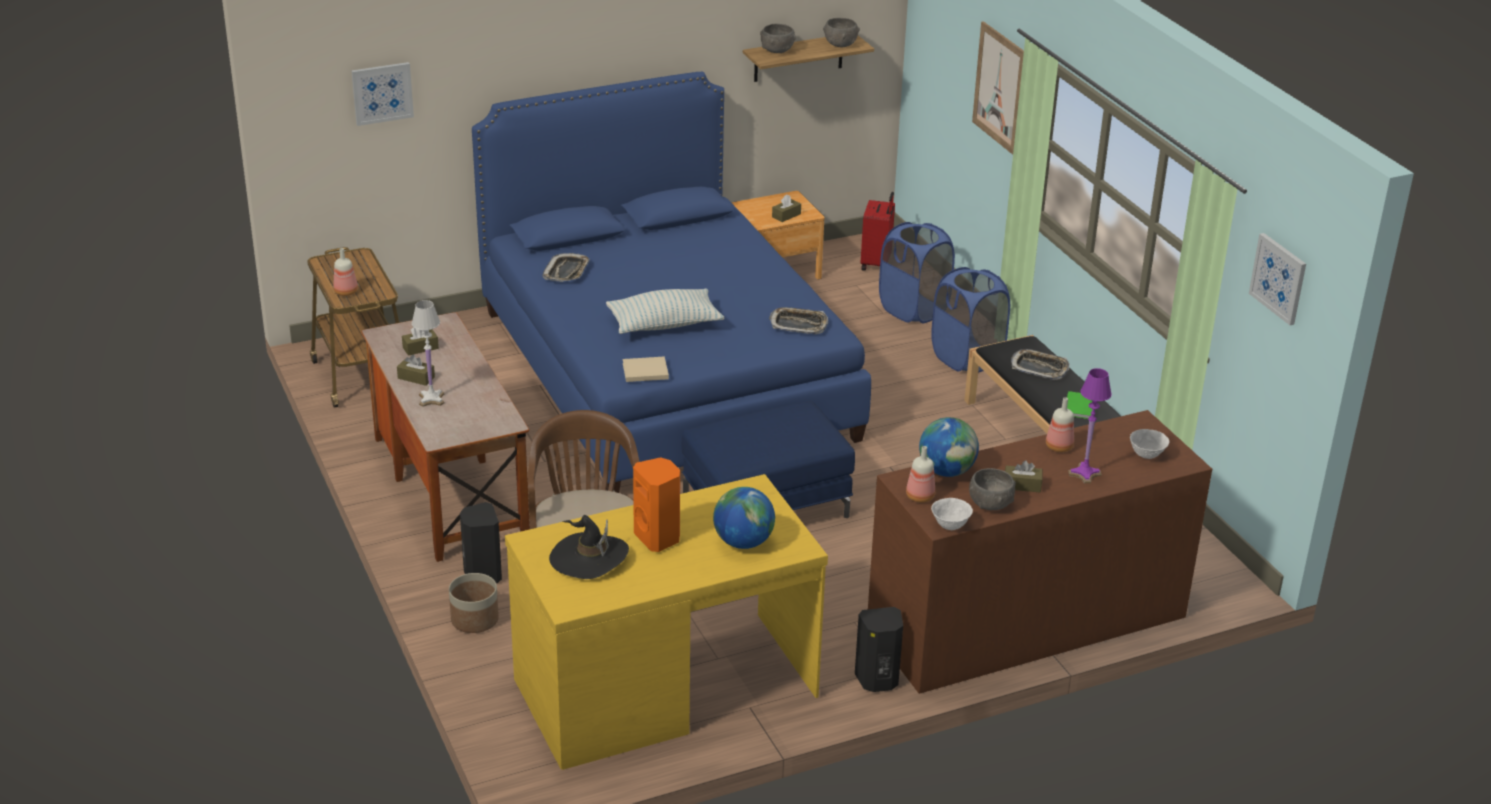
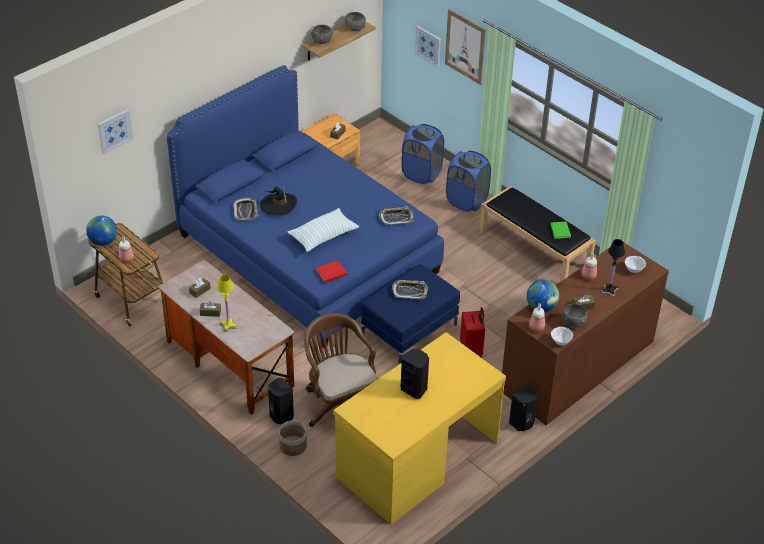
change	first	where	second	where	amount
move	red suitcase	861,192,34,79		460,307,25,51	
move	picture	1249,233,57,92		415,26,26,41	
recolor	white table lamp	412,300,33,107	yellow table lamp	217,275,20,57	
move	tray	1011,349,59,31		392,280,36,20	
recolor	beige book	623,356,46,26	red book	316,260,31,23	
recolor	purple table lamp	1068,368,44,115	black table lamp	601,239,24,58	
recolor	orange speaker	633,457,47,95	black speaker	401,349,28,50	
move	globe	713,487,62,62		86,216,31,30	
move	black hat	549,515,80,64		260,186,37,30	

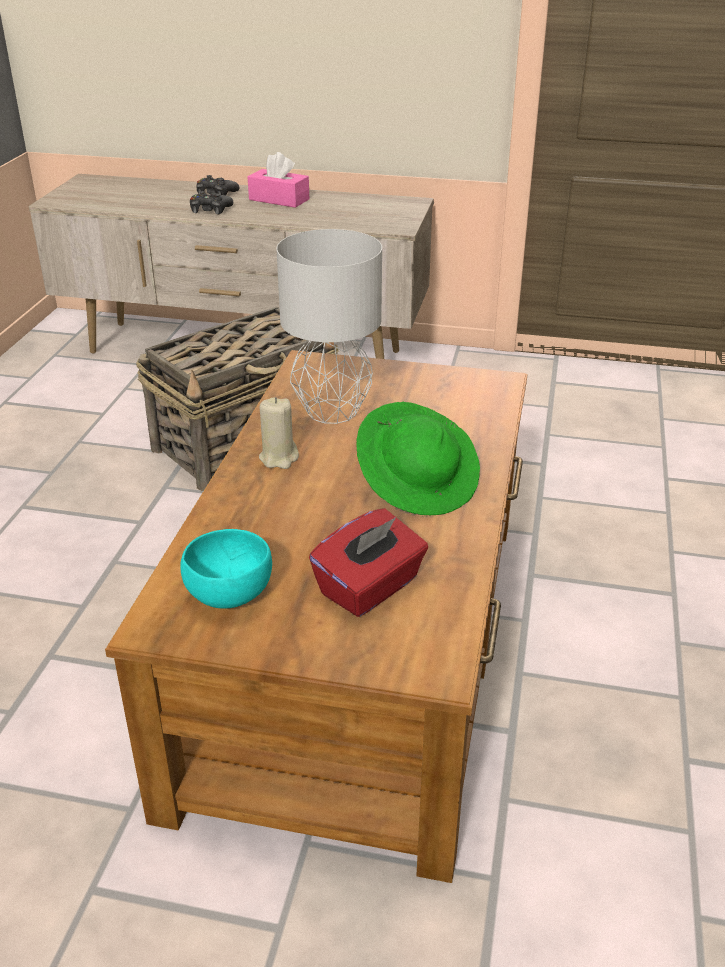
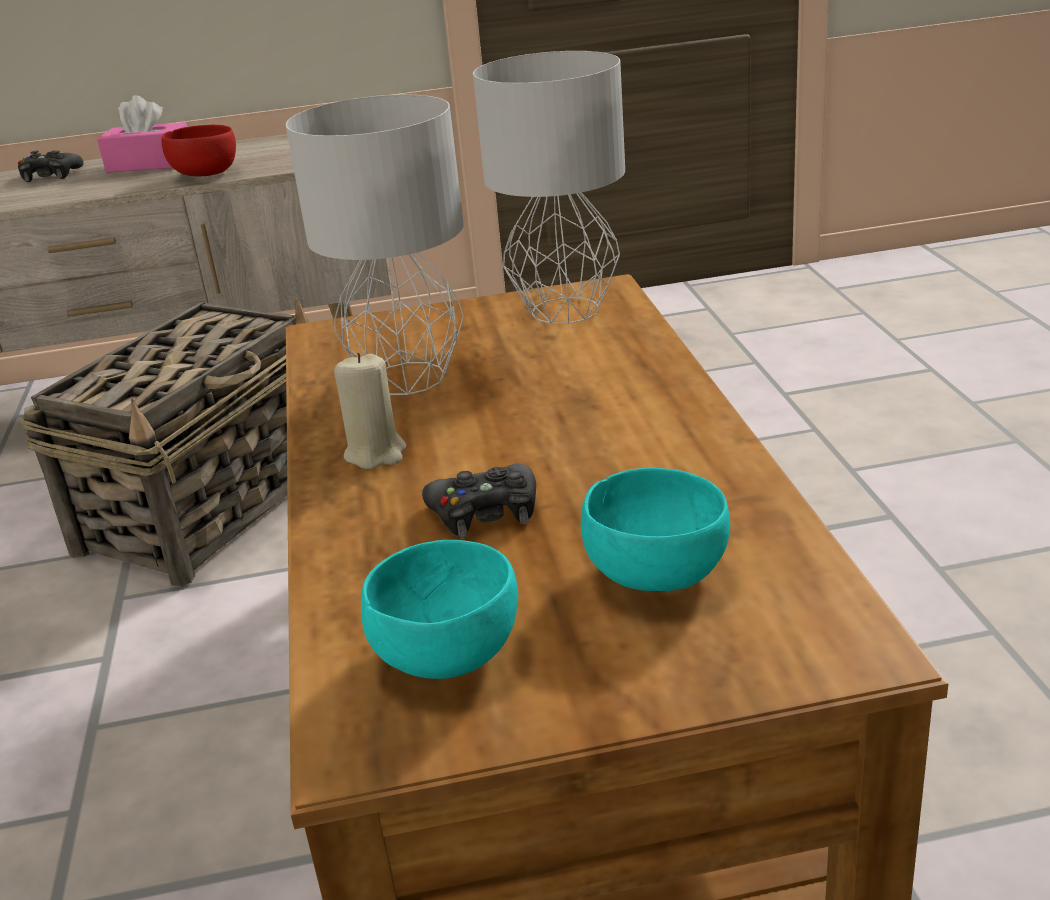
change	first	where	second	where	amount
move	black game controller	190,191,43,23		422,464,114,73	
delete	green hat	357,402,123,113			
replace	red tissue box	309,508,119,109	turquoise bowl	581,468,149,123	
insert			grey table lamp	473,51,152,273	
insert			red bowl	162,125,74,51	

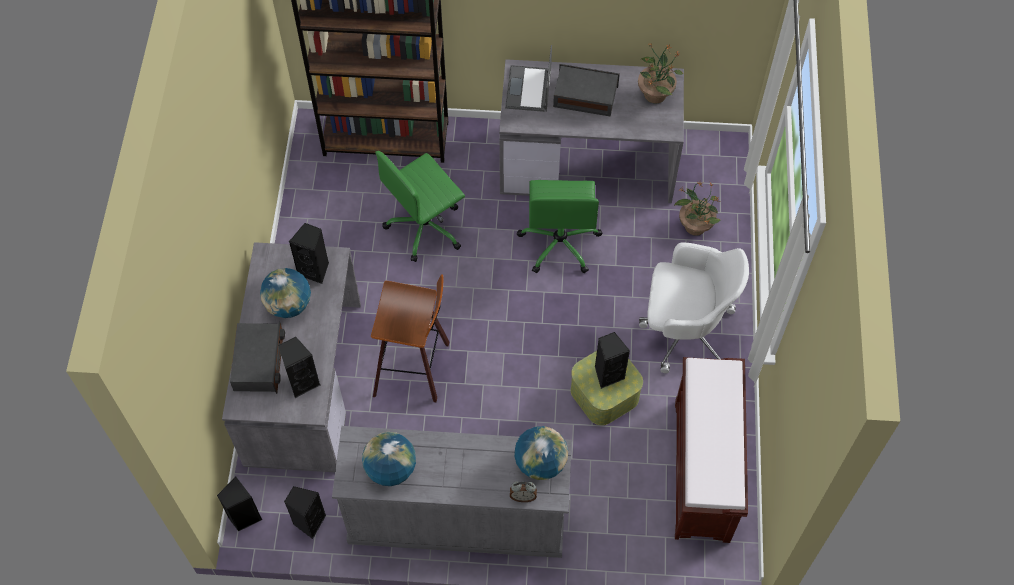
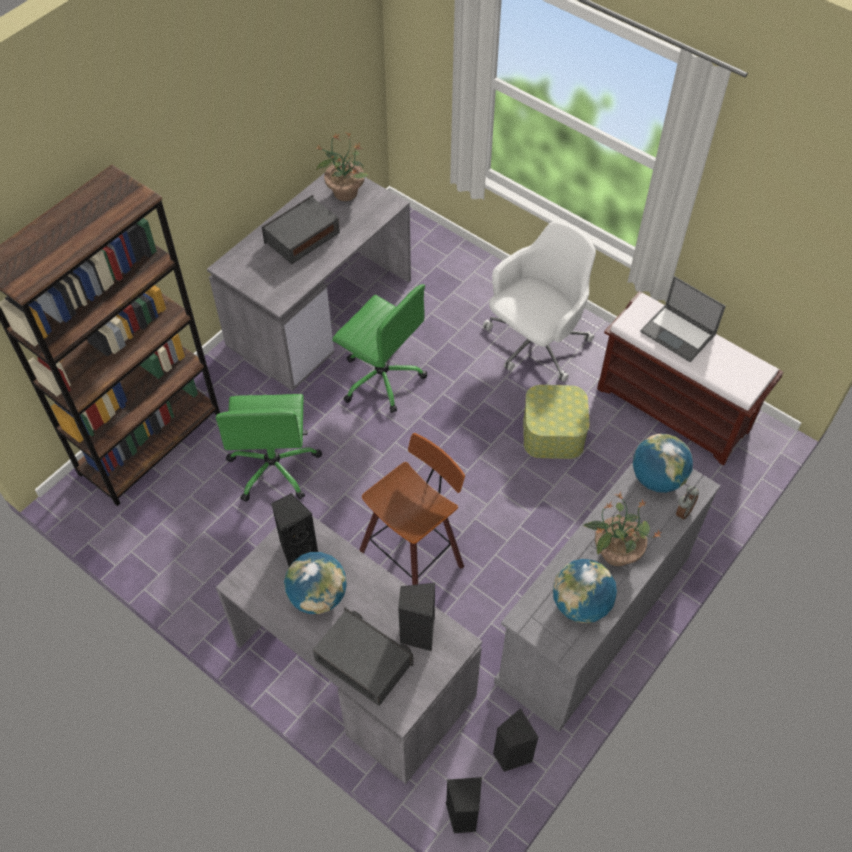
change	first	where	second	where	amount
move	laptop	505,45,47,67		640,276,86,86	
move	potted plant	674,182,46,54		583,491,79,75	
delete	black speaker	595,332,35,57			

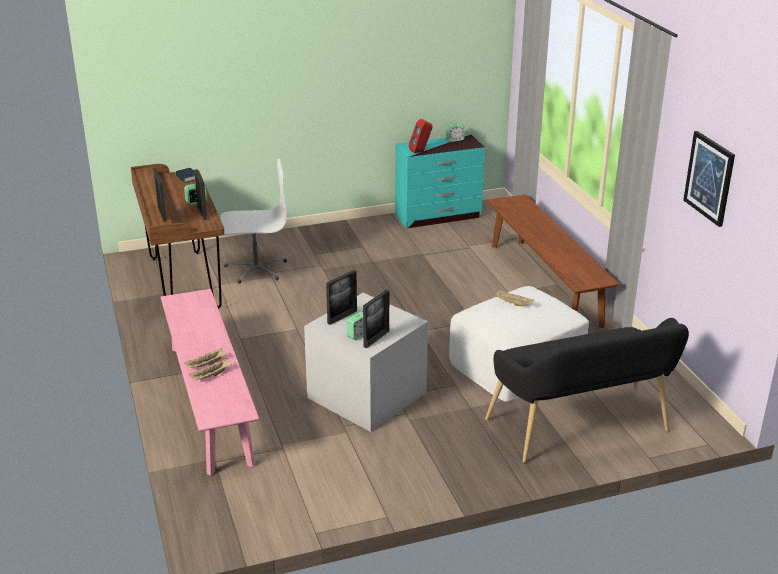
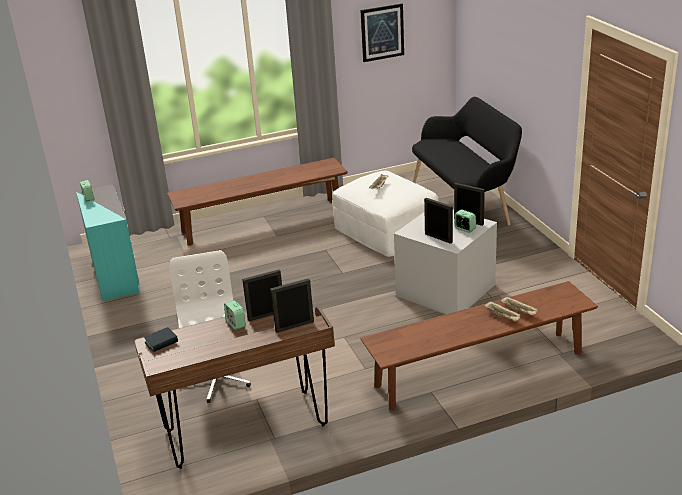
change	first	where	second	where	amount
delete	red speaker	409,119,24,34			
recolor	pink bench	161,289,98,187	brown bench	360,281,238,130	

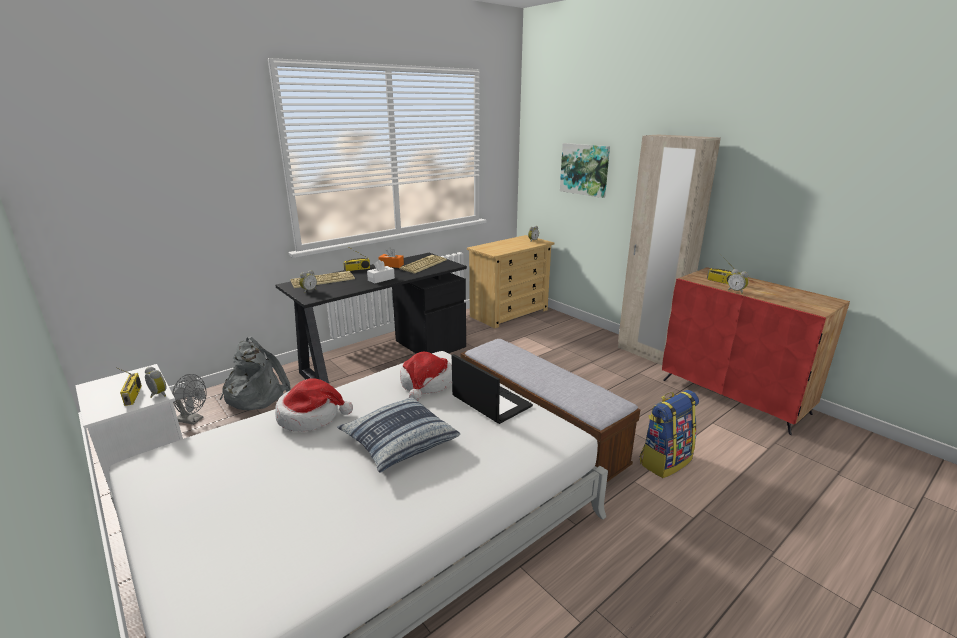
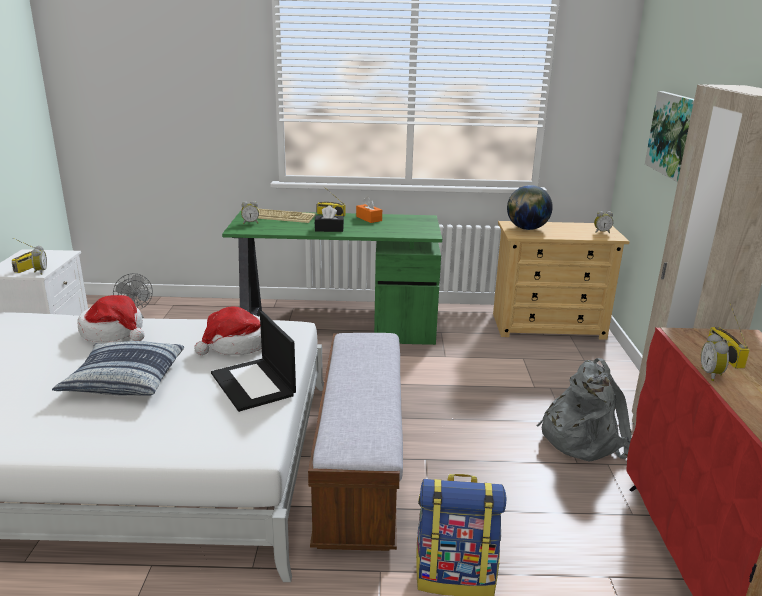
change	first	where	second	where	amount
recolor	black desk	275,253,192,131	green desk	222,211,220,134	
delete	keyboard	399,255,48,19			
recolor	white tissue box	367,260,28,24	black tissue box	315,206,29,26	
move	grey backpack	220,337,71,73		536,358,96,103	
rotate	laptop	452,354,81,70		211,311,85,101	150 degrees clockwise
insert			globe	507,185,46,45	

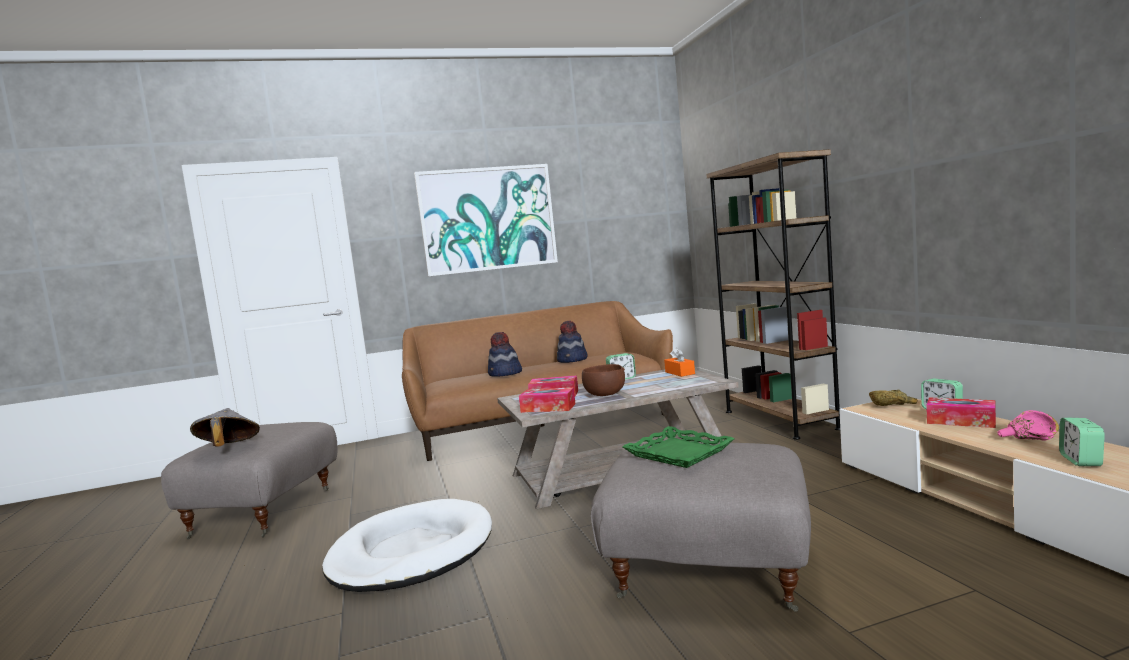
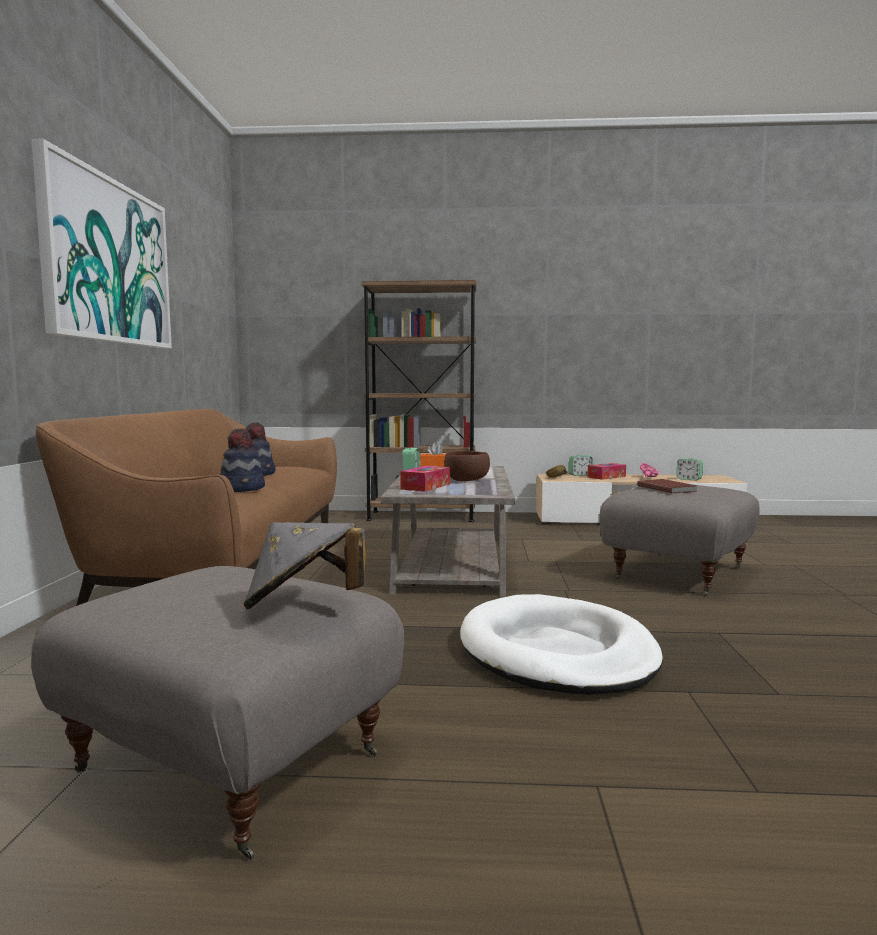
change	first	where	second	where	amount
delete	tissue box	519,387,56,26			
replace	green tray	622,426,113,42	brown book	637,479,61,14	

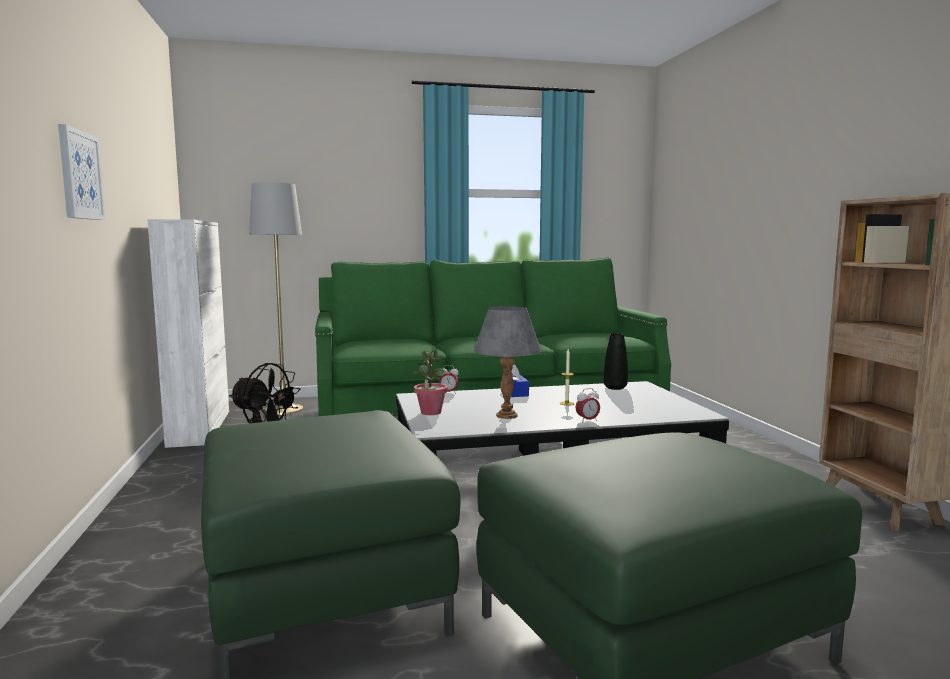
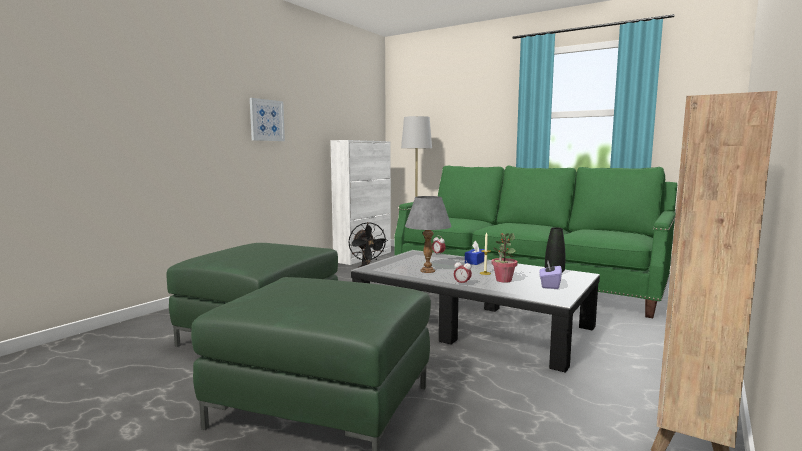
change	first	where	second	where	amount
move	potted plant	414,349,34,66		492,233,26,50	
insert			purple tissue box	539,261,23,28	

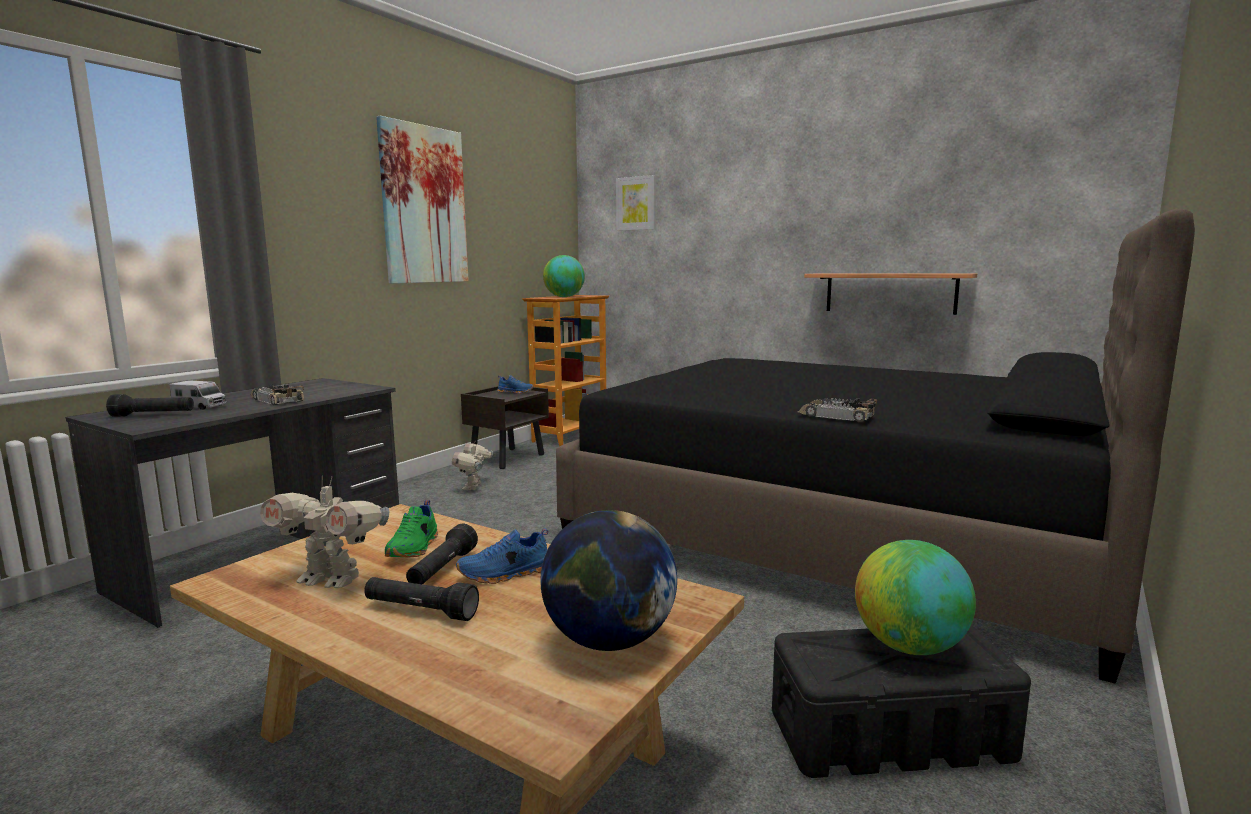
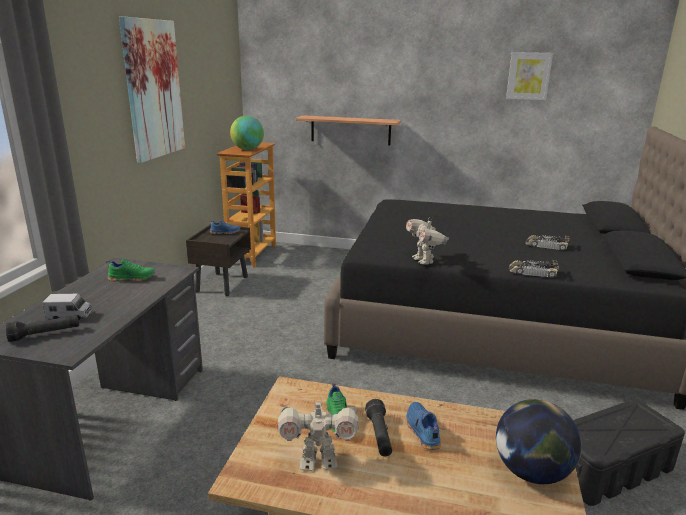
change	first	where	second	where	amount
move	picture	616,175,40,56		506,52,47,48	
move	shelf	804,273,173,42		296,115,105,31	
move	toy car	250,384,54,21		525,235,45,16	
move	toy robot	452,440,41,51		406,216,43,48	
rotate	blue shoe	456,528,92,56		406,402,35,48	120 degrees clockwise
delete	globe	855,540,121,115			
delete	black flashlight	364,577,115,44			
insert			green shoe	106,259,49,22	

